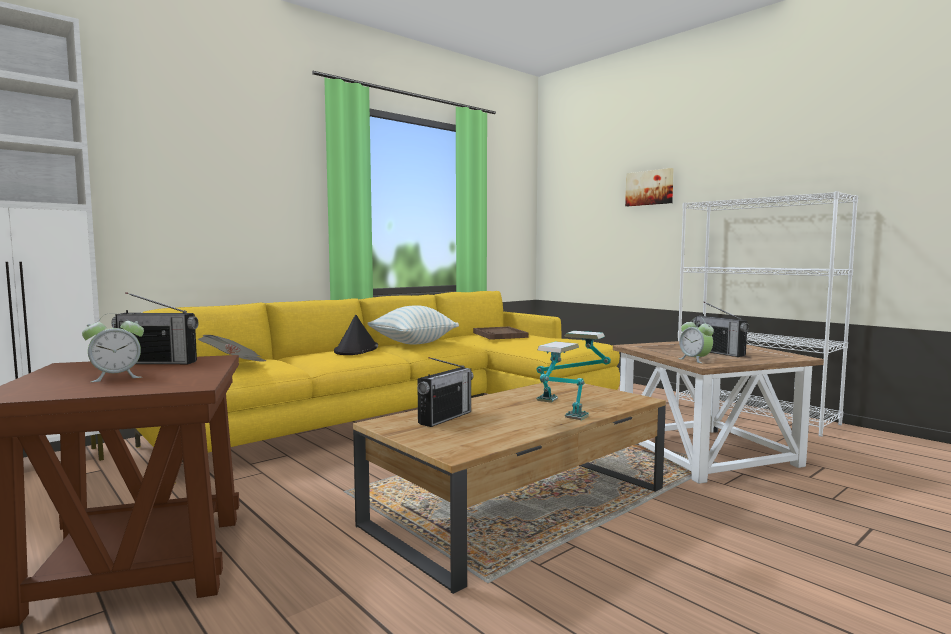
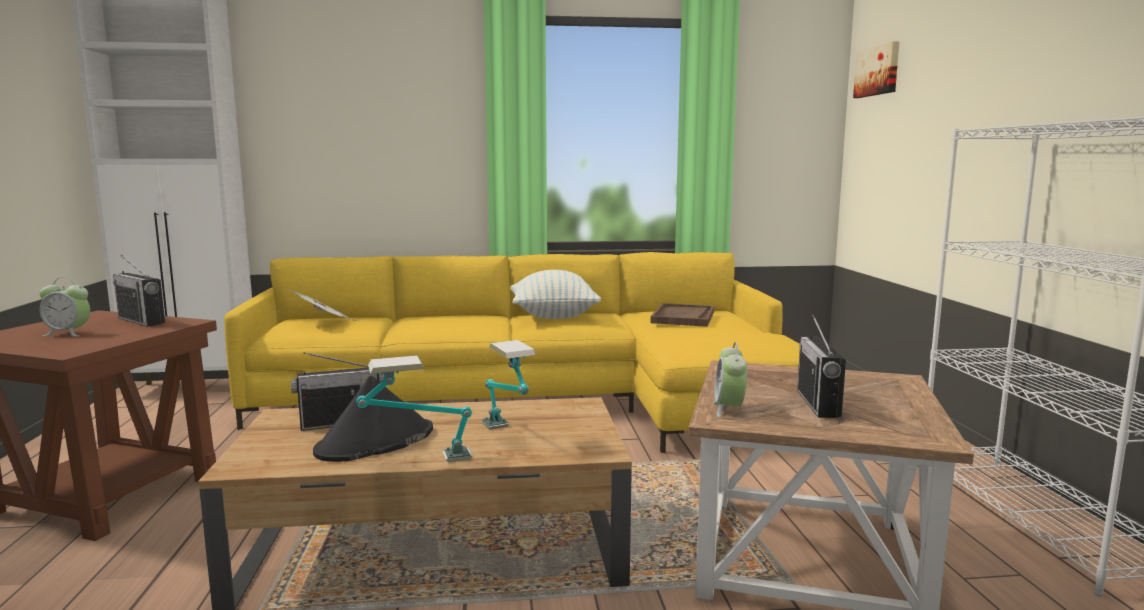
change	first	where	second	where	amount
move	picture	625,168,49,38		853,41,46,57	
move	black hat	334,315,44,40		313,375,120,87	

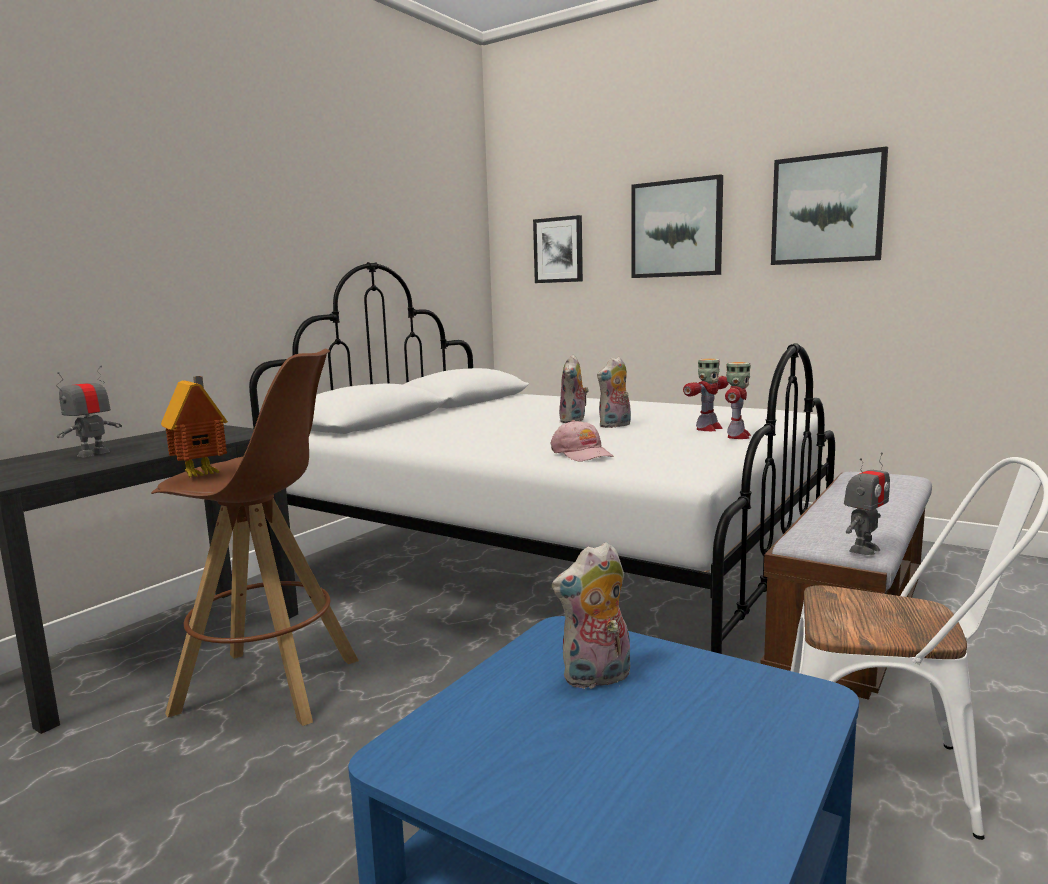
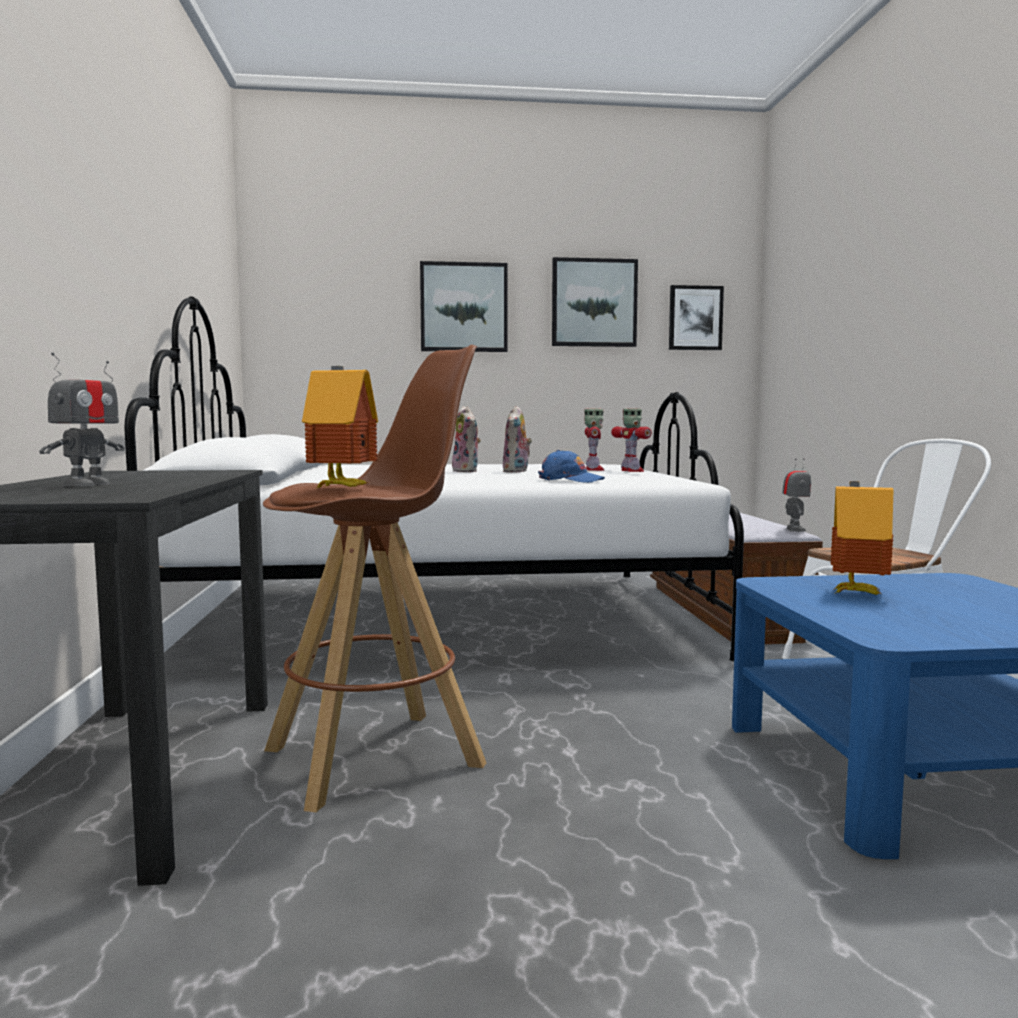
change	first	where	second	where	amount
move	picture	533,215,50,68		669,285,55,65	
rotate	toy robot	57,365,65,92		39,353,85,134	150 degrees counterclockwise
recolor	pink cap	550,420,64,42	blue cap	538,450,67,33	
replace	plush toy	552,542,78,148	toy house	830,481,63,114	

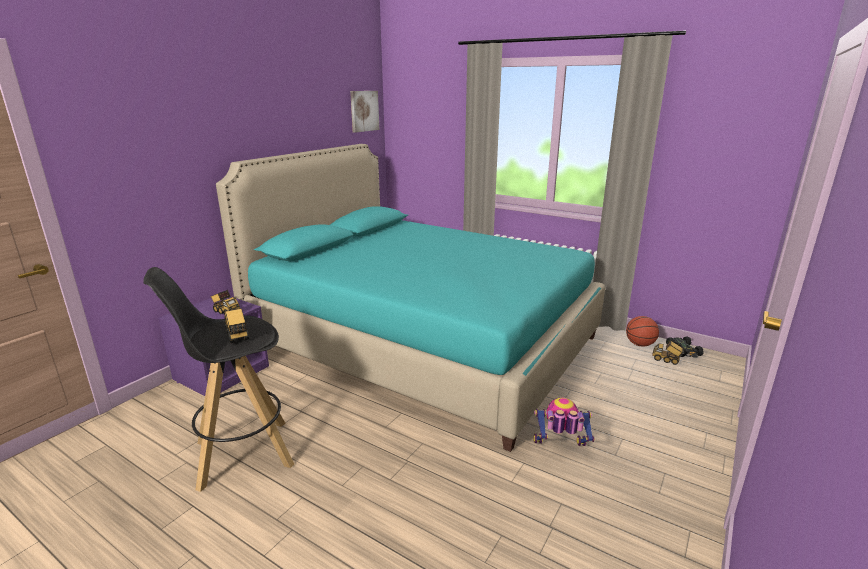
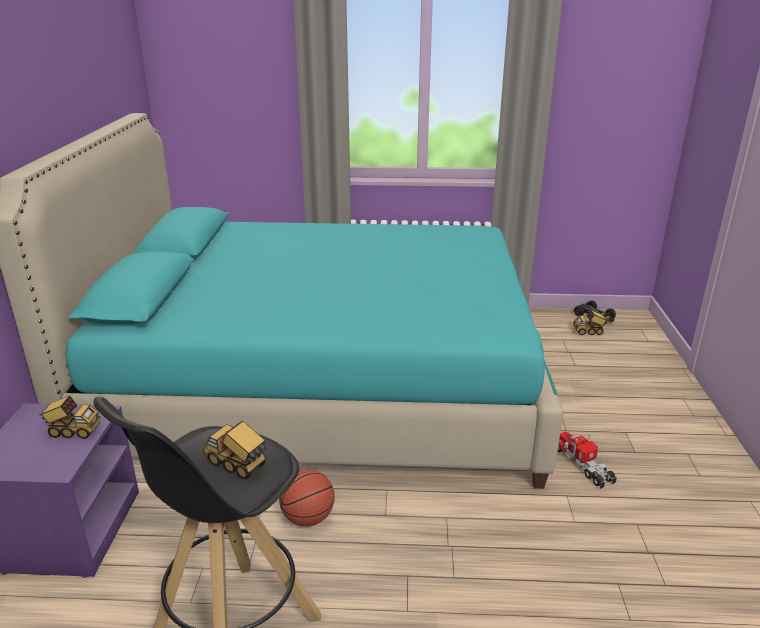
change	first	where	second	where	amount
delete	picture	350,91,29,42			
move	basketball	626,316,33,31		279,469,56,57	
replace	toy robot	533,398,62,48	toy truck	558,432,59,57	

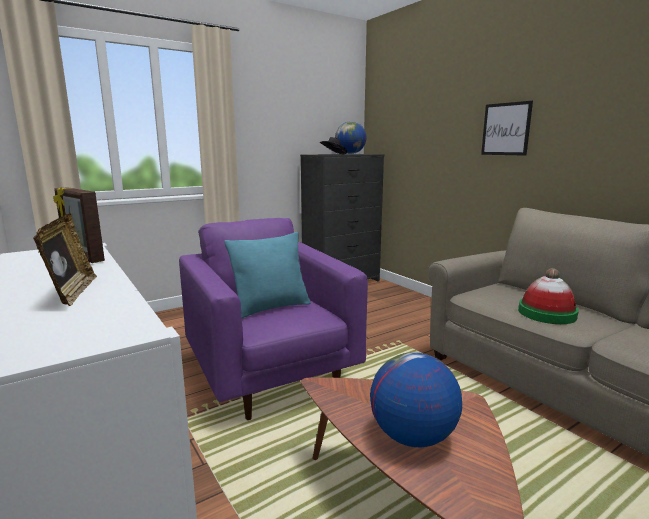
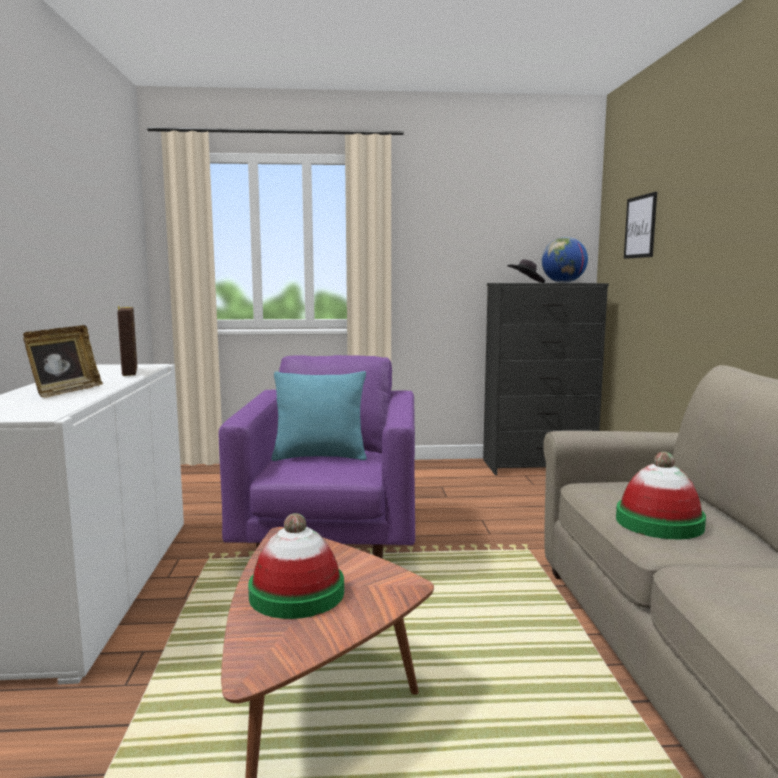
change	first	where	second	where	amount
move	picture	481,101,52,55		624,192,33,67	
replace	globe	370,352,92,95	hat	248,513,96,106	

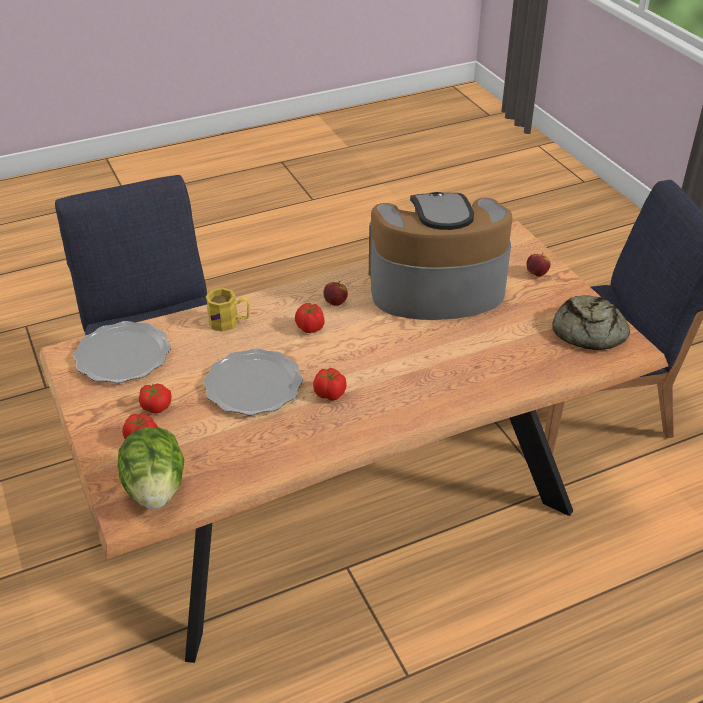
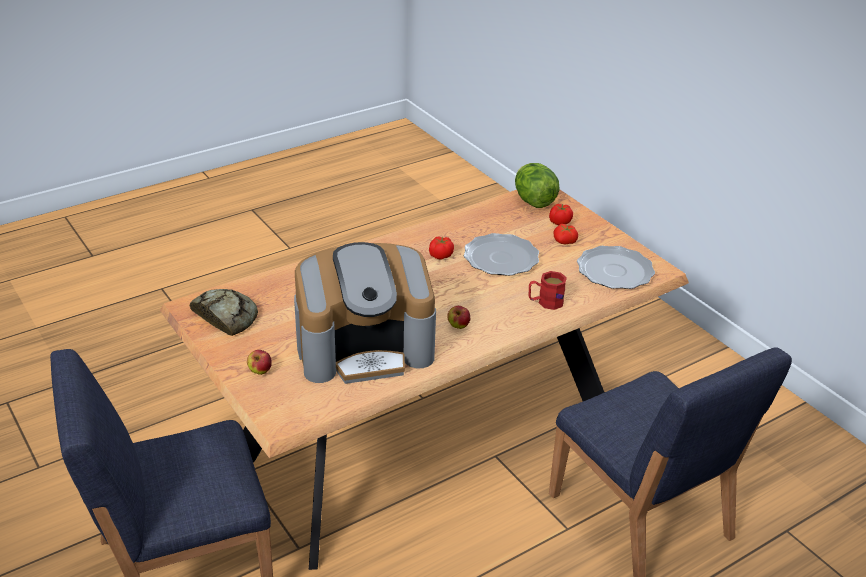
change	first	where	second	where	amount
recolor	yellow mug	206,288,44,44	red mug	529,271,38,39	
delete	tomato	295,303,30,30			

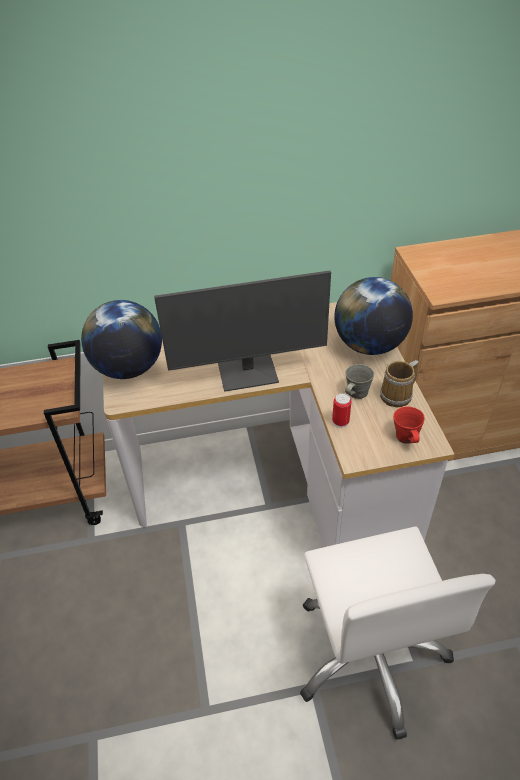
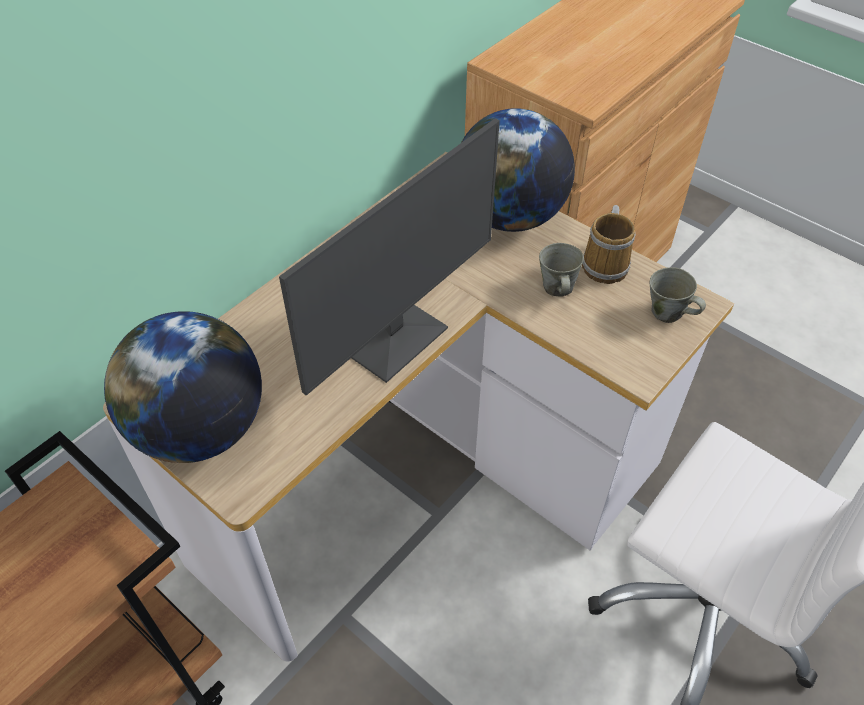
change	first	where	second	where	amount
delete	can	332,393,19,35			
recolor	red mug	393,407,32,36	grey mug	650,267,56,56	

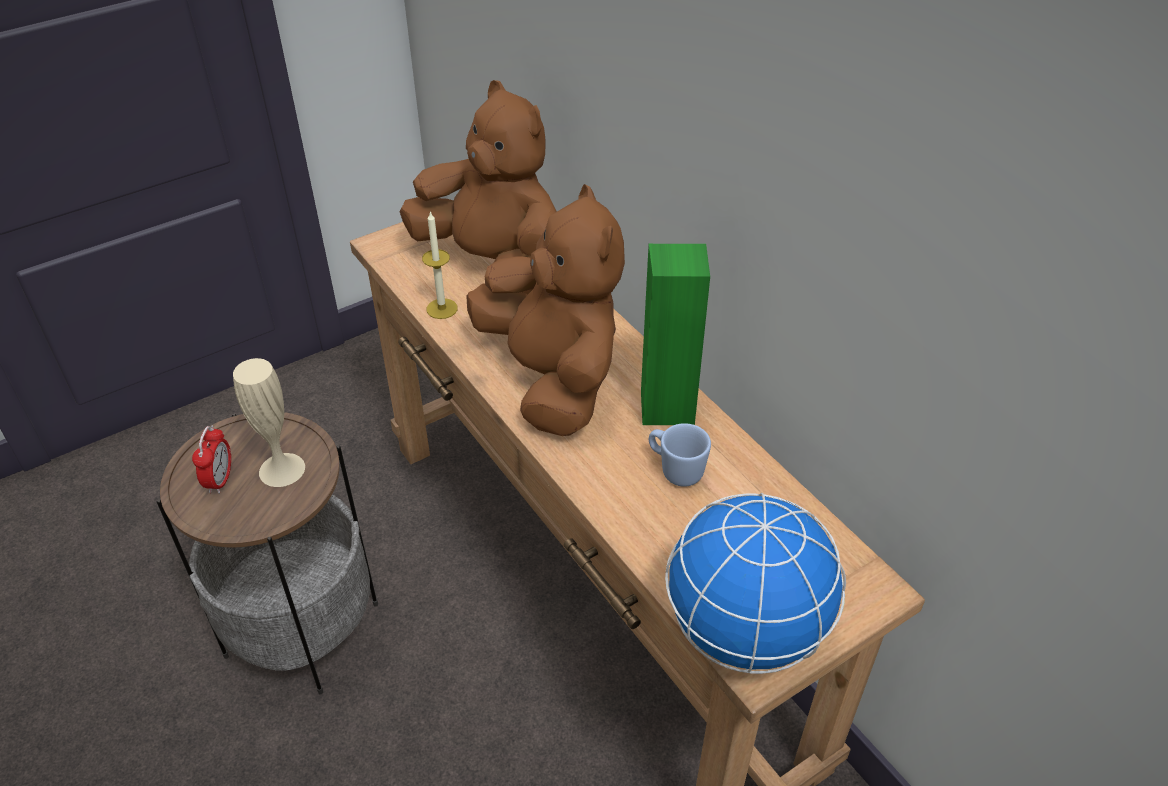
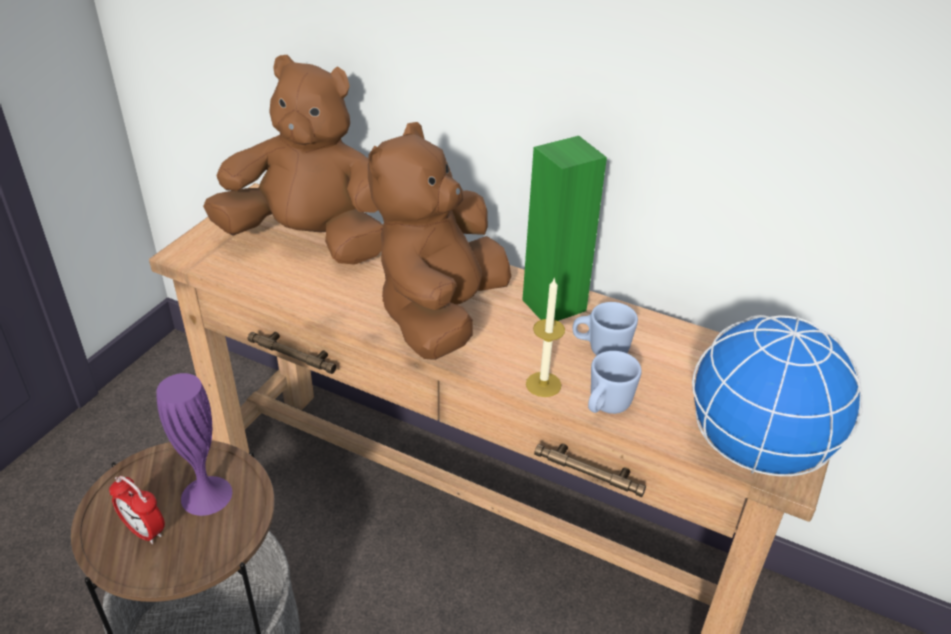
change	first	where	second	where	amount
rotate	brown plush toy	466,184,159,252		368,122,143,238	105 degrees counterclockwise
move	candle	422,212,36,107		526,278,39,119	
recolor	beige vase	233,358,72,129	purple vase	156,373,76,143	
rotate	alarm clock	192,425,39,69		109,476,56,68	150 degrees clockwise
insert			blue mug	588,351,54,63	

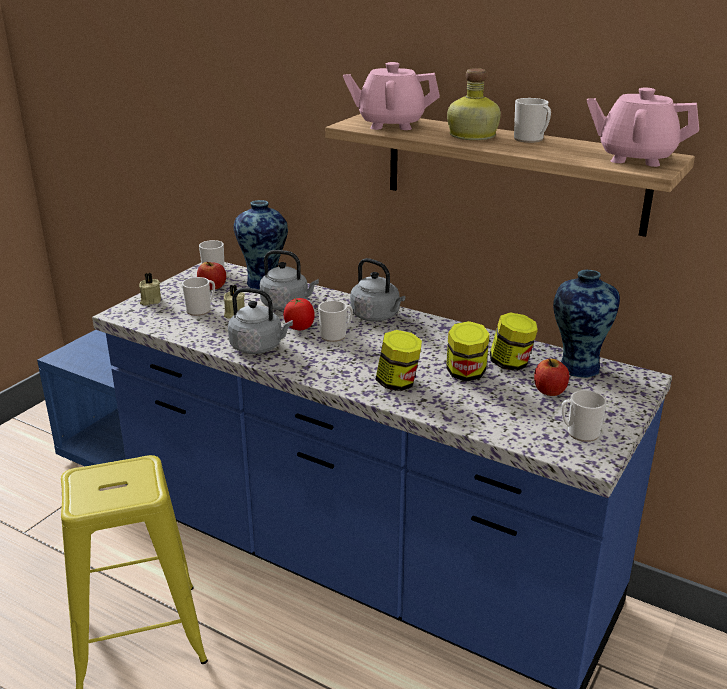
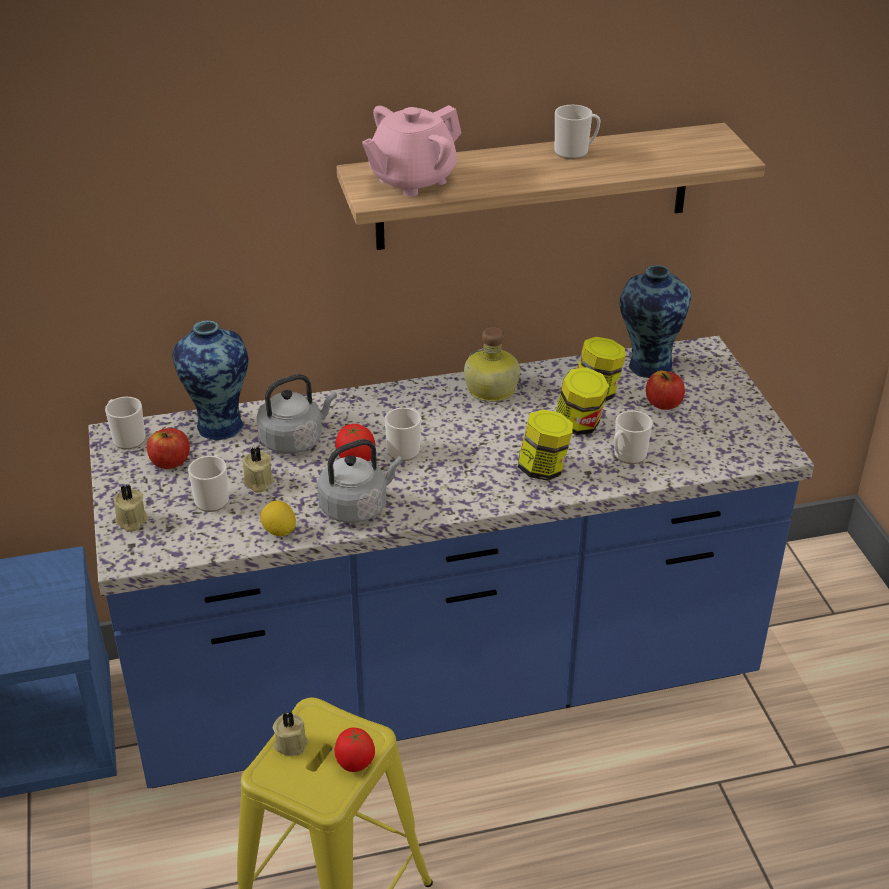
change	first	where	second	where	amount
move	bottle	447,68,54,72		464,327,56,75	
delete	pink teapot	587,88,112,79			
delete	grey kettle	350,258,55,64			
move	mug	561,390,46,52		614,411,38,53	
insert			lemon	260,501,36,35	
insert			beige candle	273,712,35,44	
insert			tomato	334,728,41,44	

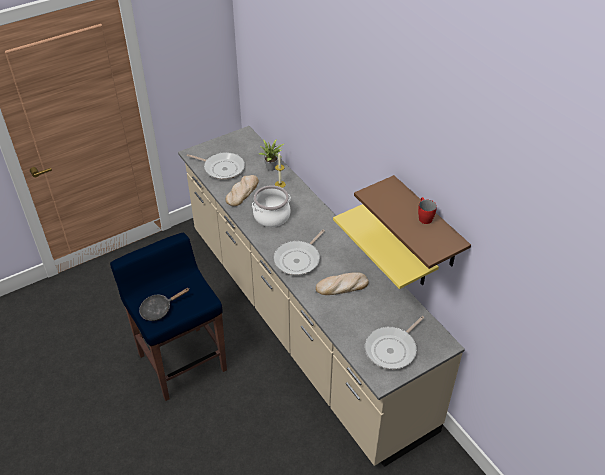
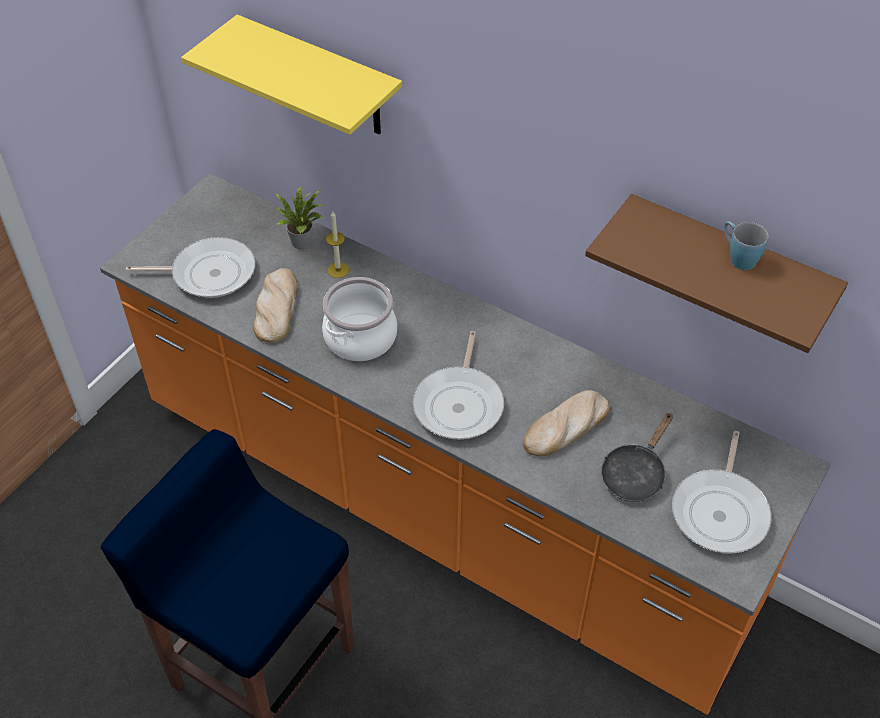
change	first	where	second	where	amount
recolor	beige counter	178,126,287,341	orange counter	100,173,731,542	
recolor	red mug	418,197,19,27	blue mug	724,221,44,49	
move	yellow shelf	333,204,106,85		181,15,221,120	
move	black frying pan	139,288,51,33		601,412,72,90	

